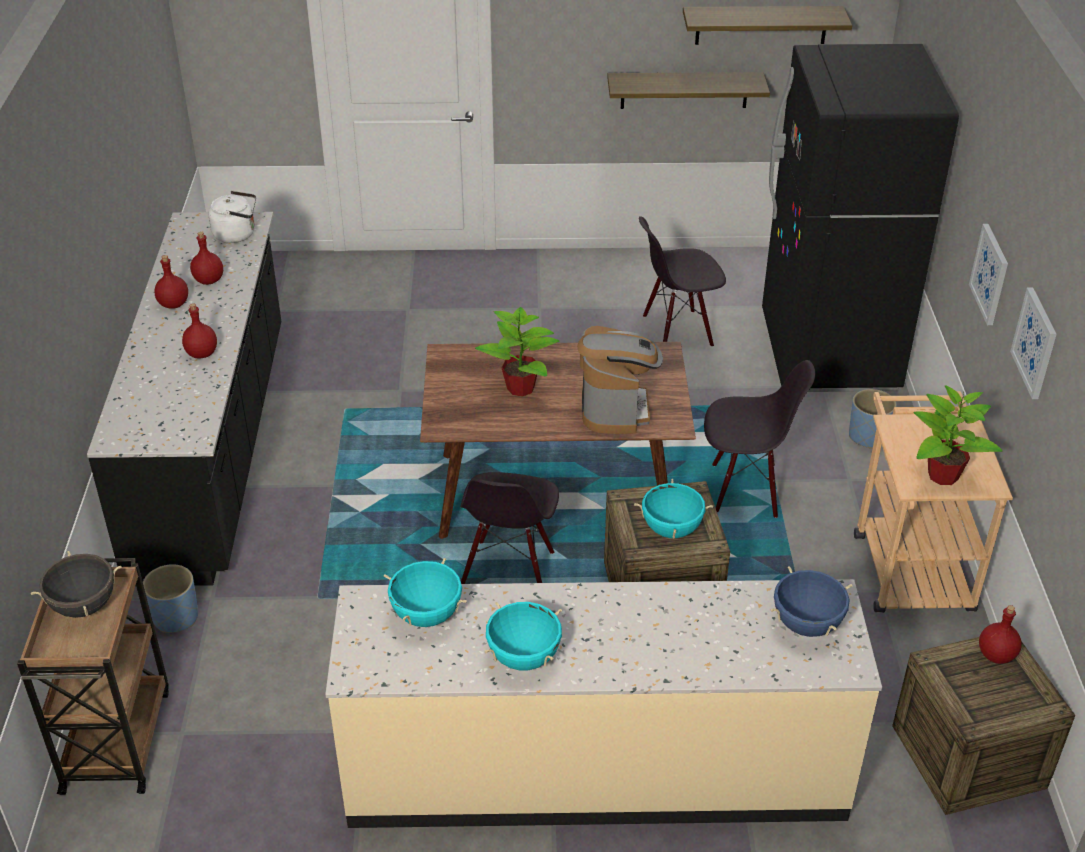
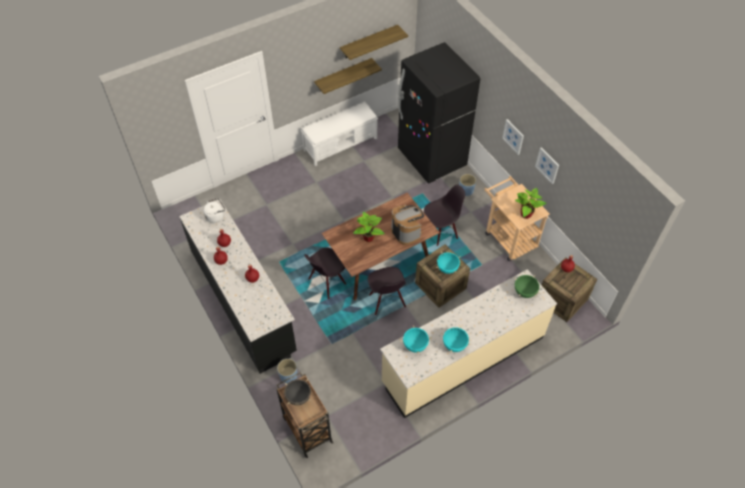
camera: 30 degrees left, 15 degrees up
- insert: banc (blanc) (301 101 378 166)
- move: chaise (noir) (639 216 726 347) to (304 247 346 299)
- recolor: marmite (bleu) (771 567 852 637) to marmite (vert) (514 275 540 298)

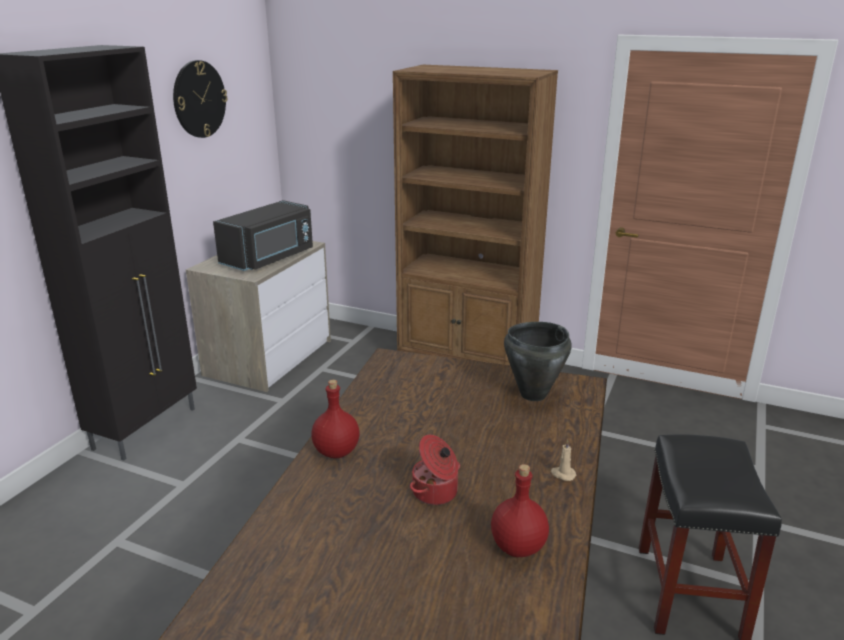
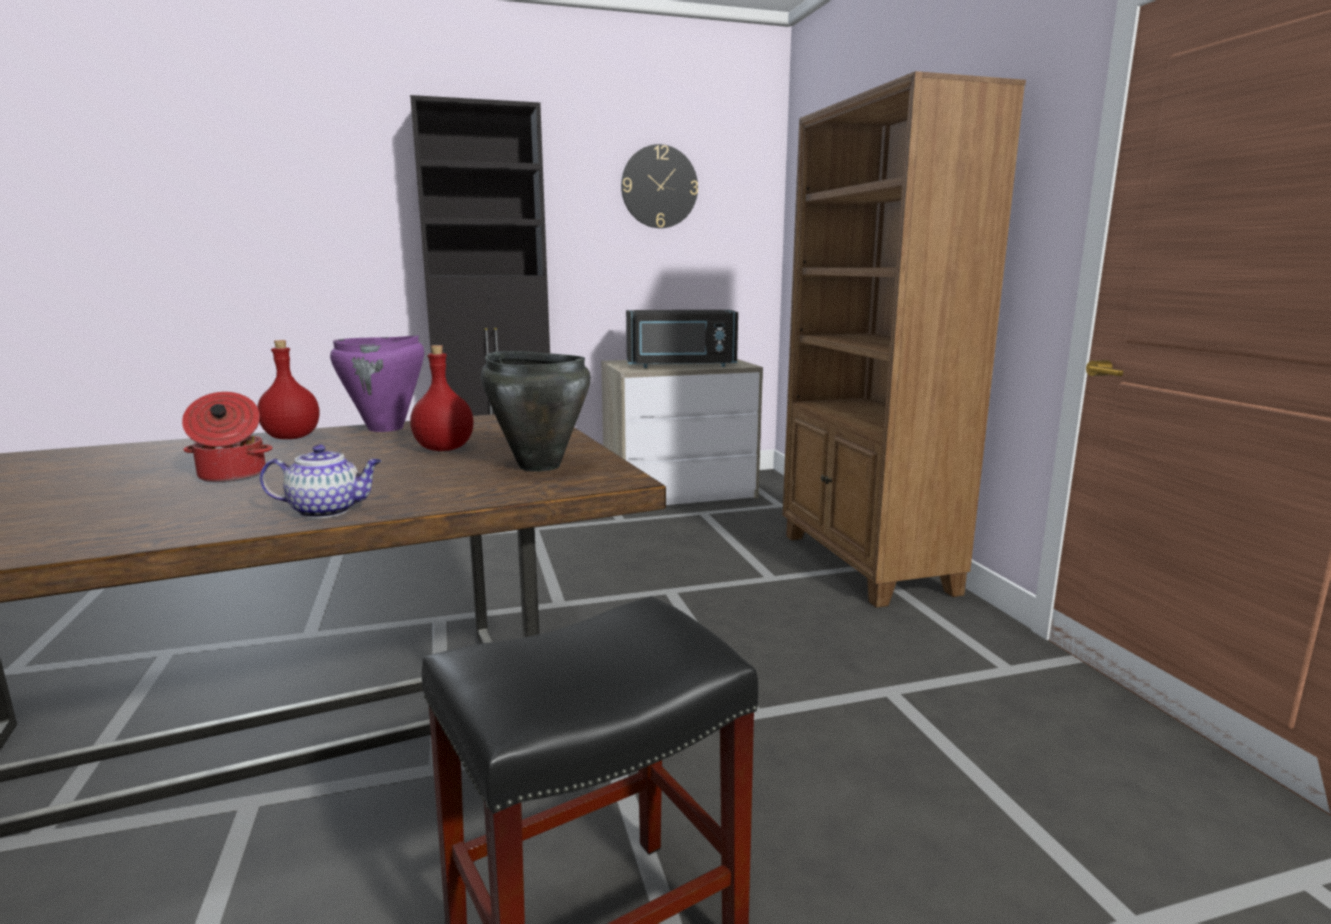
camera: 50 degrees right, 10 degrees down
- replace: bougie (beige) (551 440 577 481) to théière (260 444 381 518)
- insert: marmite (violet) (330 335 424 432)
- move: bouteille (rouge) (491 464 549 557) to (410 345 473 451)

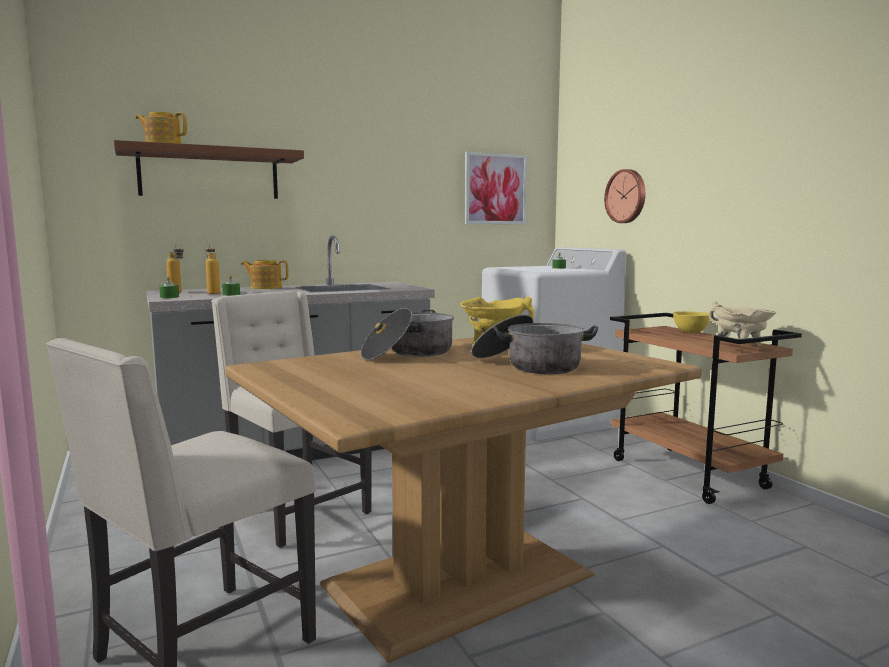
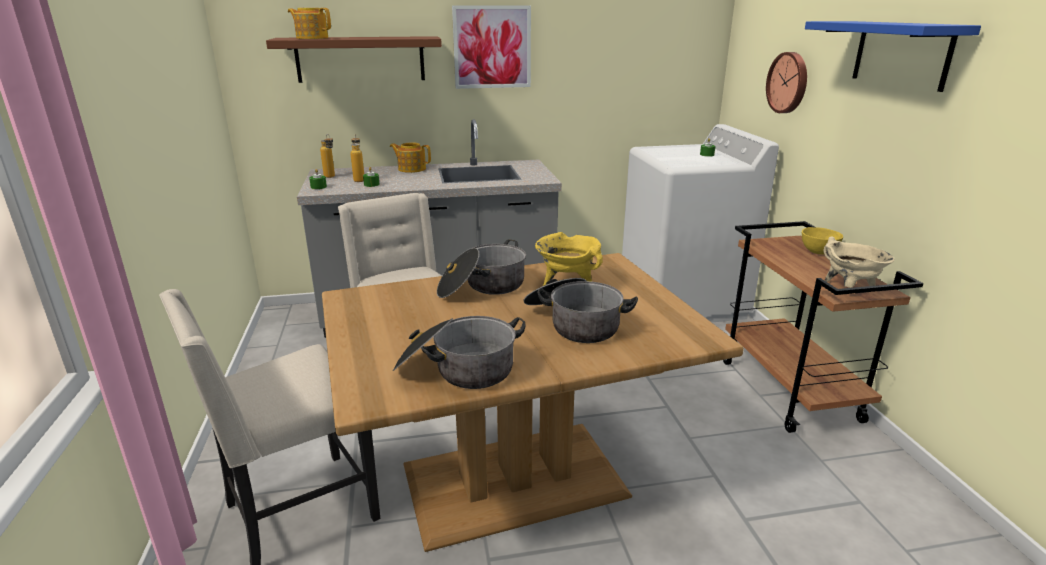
camera: 15 degrees right, 15 degrees up
- insert: marmite (393 316 525 389)
- move: tableau (465 152 527 224) to (452 5 531 89)
- insert: étagère (bleu) (805 21 981 92)

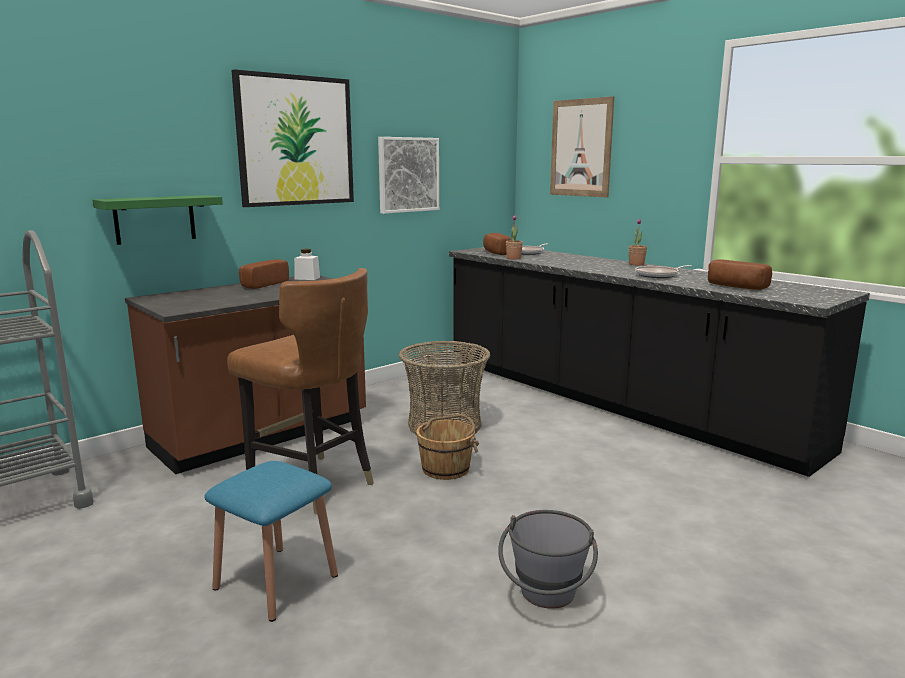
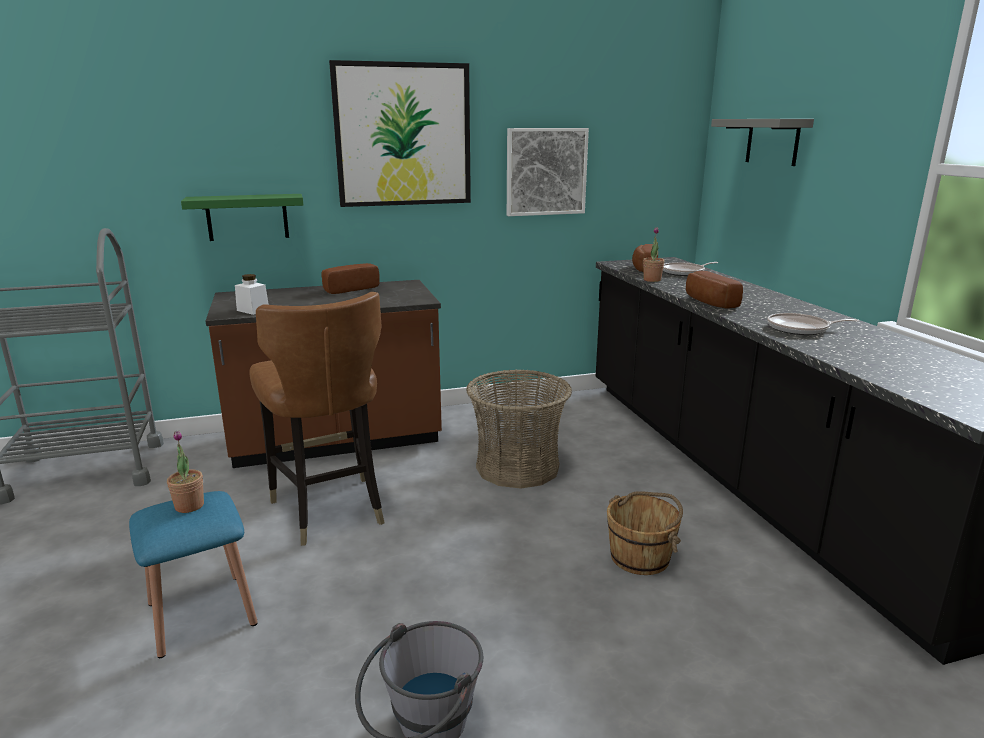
camera: 25 degrees right, 5 degrees up
- move: plante en pot (629 218 647 265) to (167 430 204 513)
- move: bocal (blanc) (294 249 320 280) to (235 274 269 315)
- move: seau (marron) (414 414 479 480) to (607 491 683 575)
- move: pain (708 259 772 290) to (686 271 743 309)
- replace: tableau (550 96 614 198) to étagère (gris) (711 119 814 166)

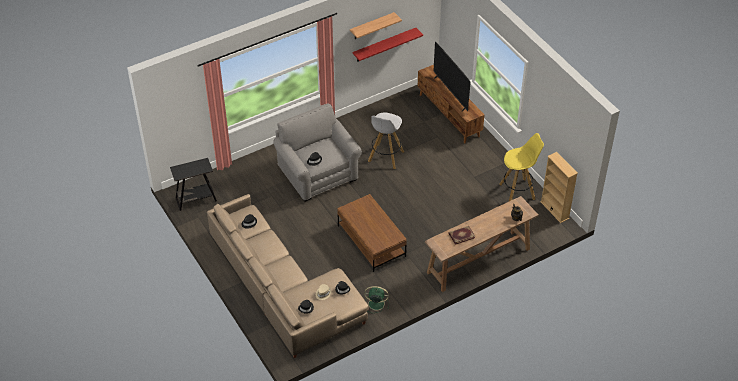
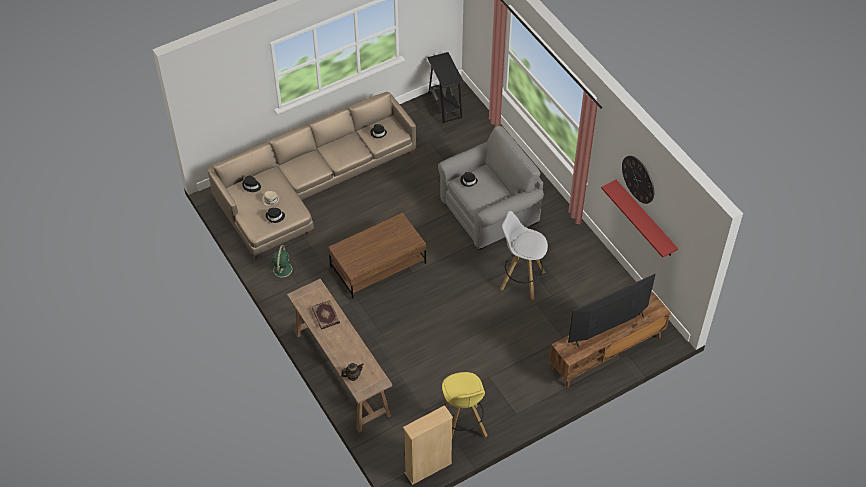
camera: 90 degrees right, 5 degrees up
- replace: étagère (350 12 402 39) to horloge murale (622 156 654 204)

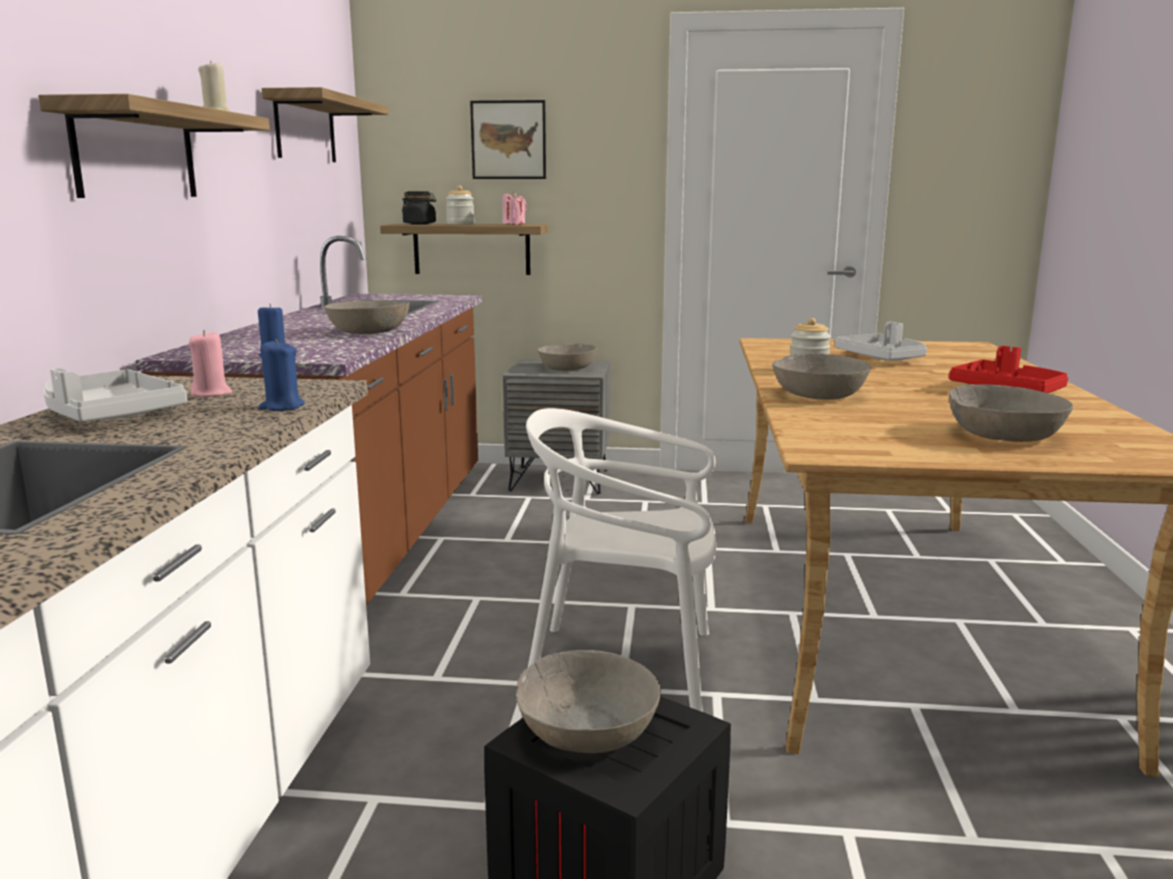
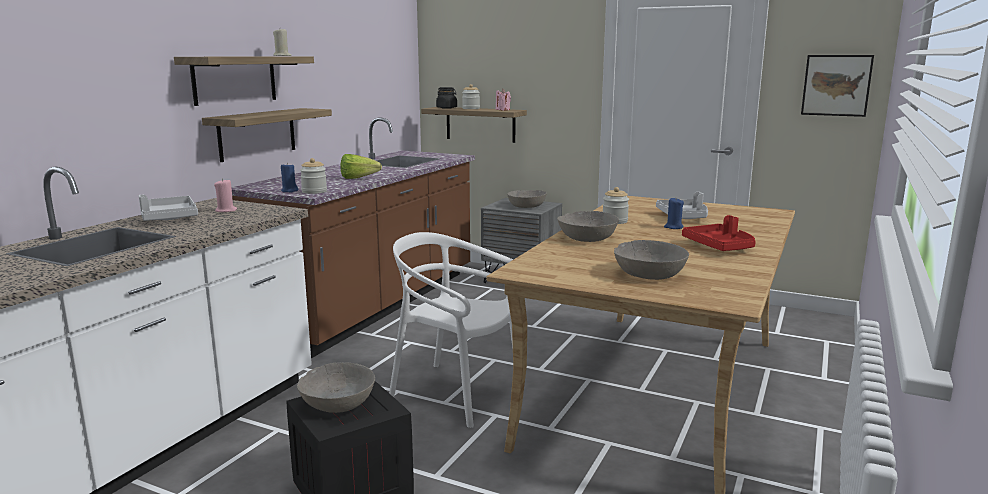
camera: 20 degrees right, 0 degrees up
- move: étagère (262 87 388 162) to (202 108 332 162)
- insert: bocal (300 158 327 194)
- replace: bol (gris) (325 300 409 334) to laitue (341 154 382 179)
- move: bougie (bleu) (258 339 305 411) to (664 198 684 229)
- move: tableau (470 100 546 179) to (801 55 874 117)

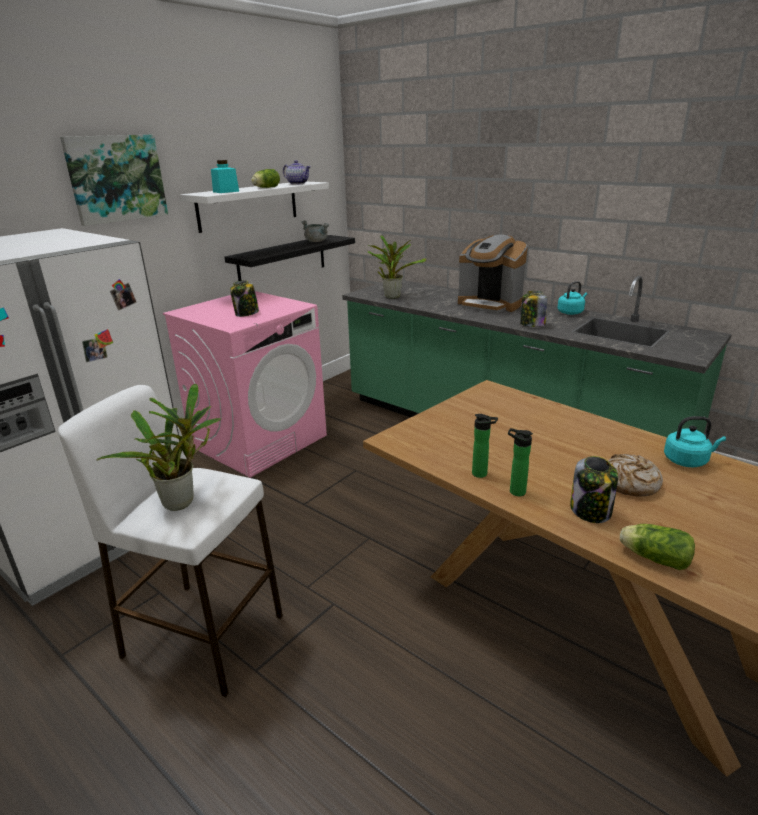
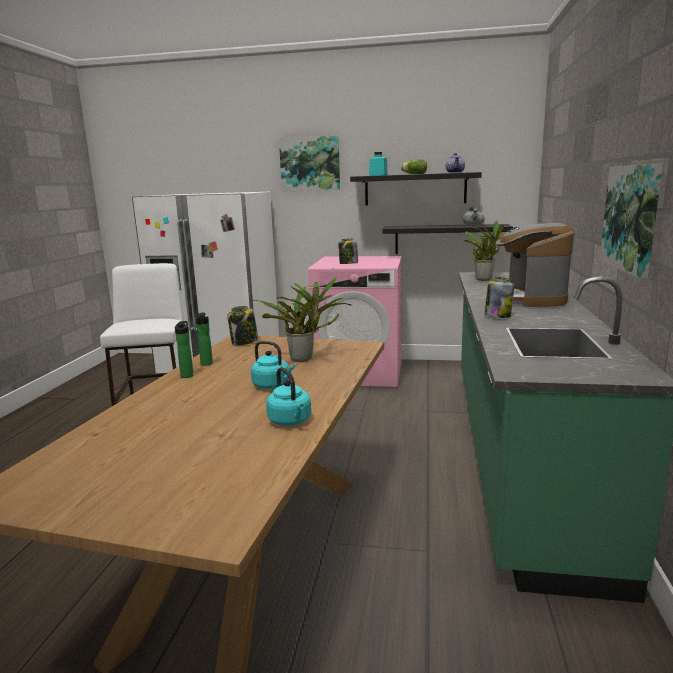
camera: 60 degrees right, 10 degrees down
- move: bocal (570 456 618 523) to (227 306 258 345)
- move: bouilloire (turquoise) (557 281 587 315) to (251 341 295 389)
- move: plante en pot (97 384 221 511) to (253 277 352 362)
- recolor: étagère (blanc) (180 182 329 233) to étagère (noir) (350 172 482 206)
- insert: tableau (600 164 663 278)
- delete: pain (608 454 663 496)
- delete: laitue (620 524 695 570)

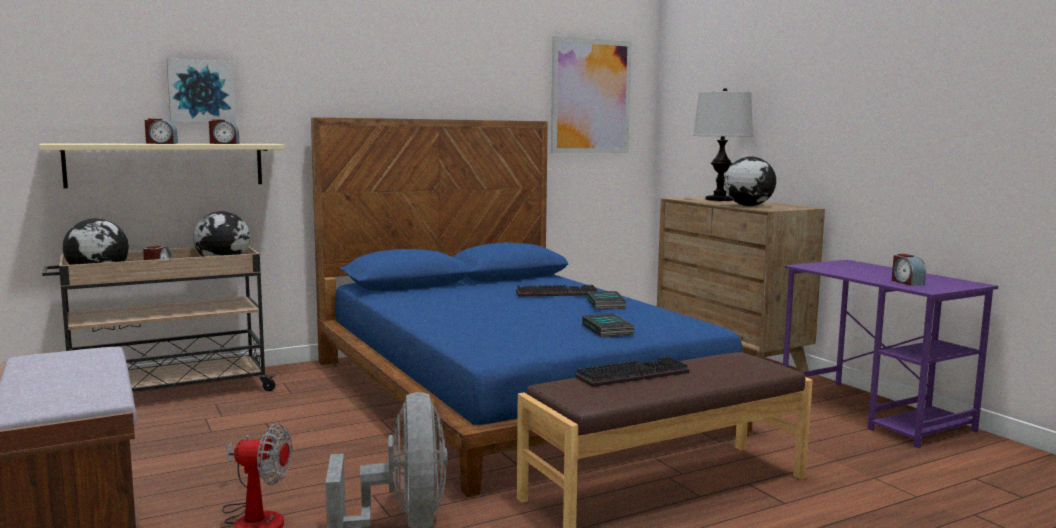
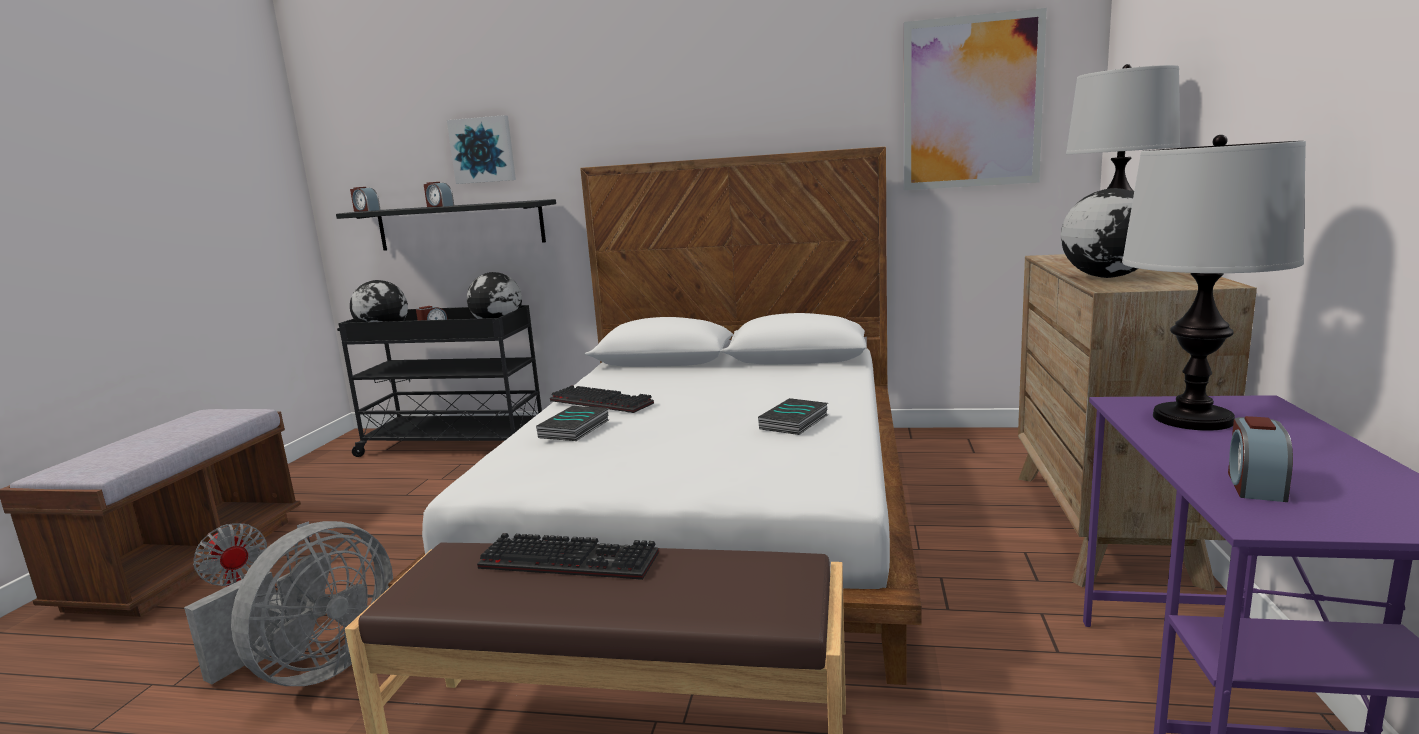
camera: 40 degrees right, 5 degrees up
- recolor: étagère (beige) (39 144 285 188) to étagère (noir) (336 199 556 251)
- recolor: chariot (beige) (42 246 277 392) to chariot (noir) (337 305 542 457)
- move: réveil (209 120 240 144) to (350 187 381 212)
- recolor: lit (bleu) (311 117 752 497) to lit (blanc) (388 147 922 685)
- move: livre (582 314 635 338) to (536 406 609 441)
- move: clavier (516 285 597 297) to (550 385 654 413)
- insert: lampe de table (1122 135 1306 431)

